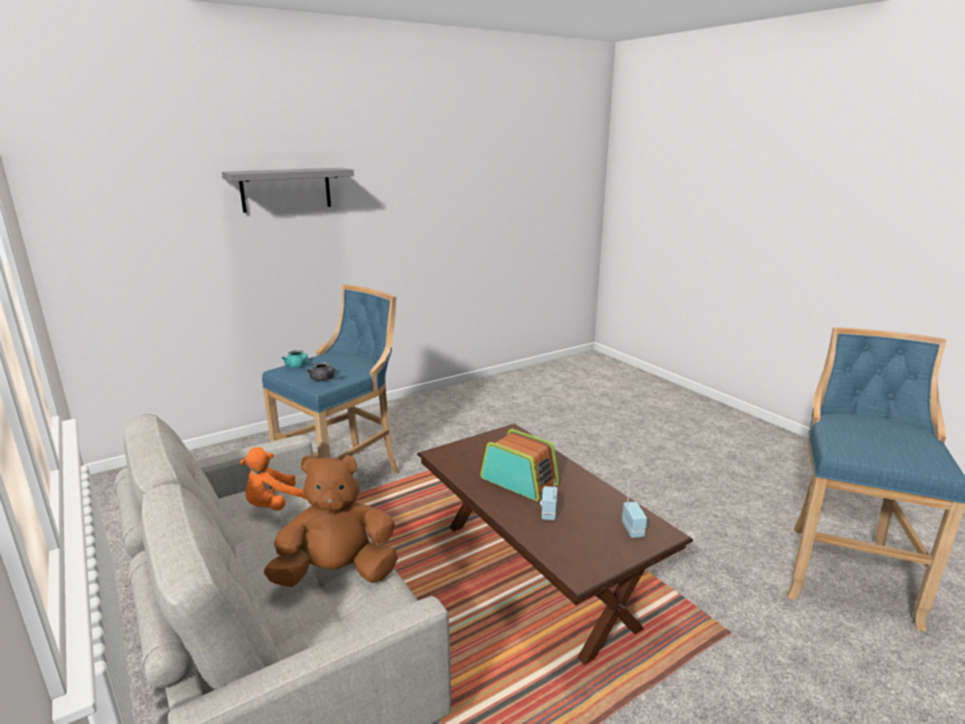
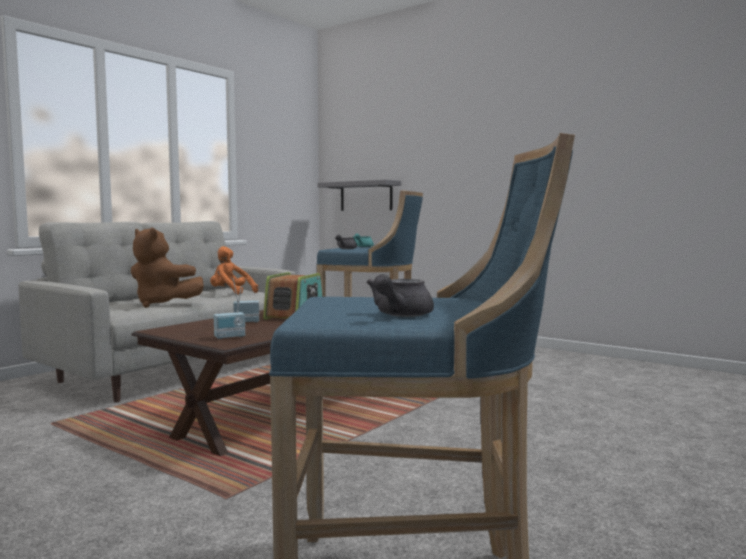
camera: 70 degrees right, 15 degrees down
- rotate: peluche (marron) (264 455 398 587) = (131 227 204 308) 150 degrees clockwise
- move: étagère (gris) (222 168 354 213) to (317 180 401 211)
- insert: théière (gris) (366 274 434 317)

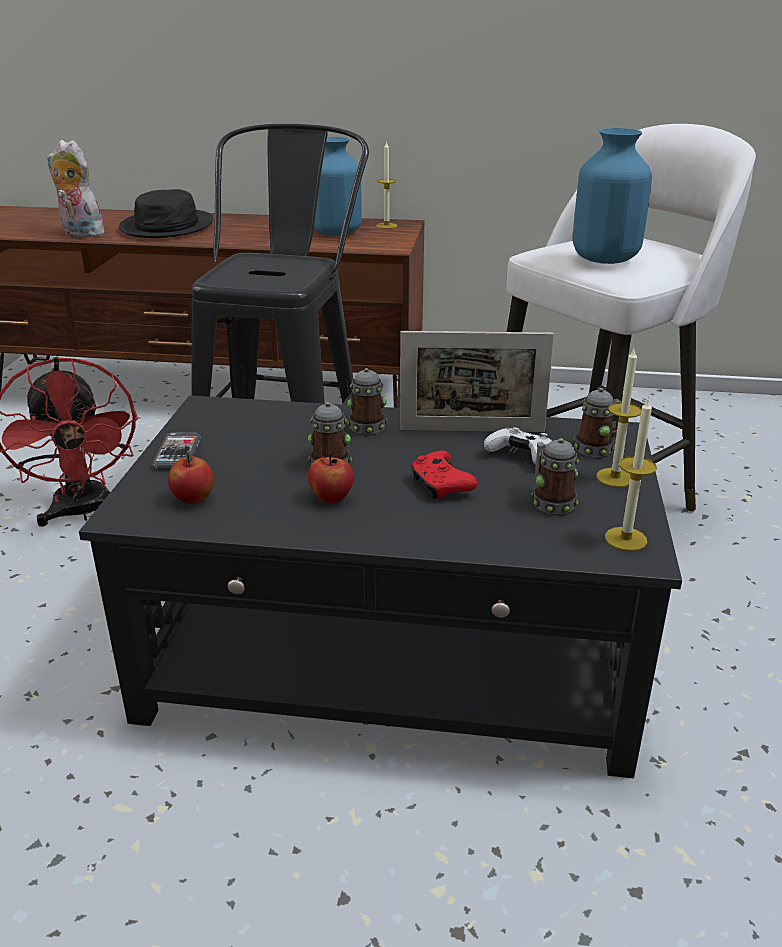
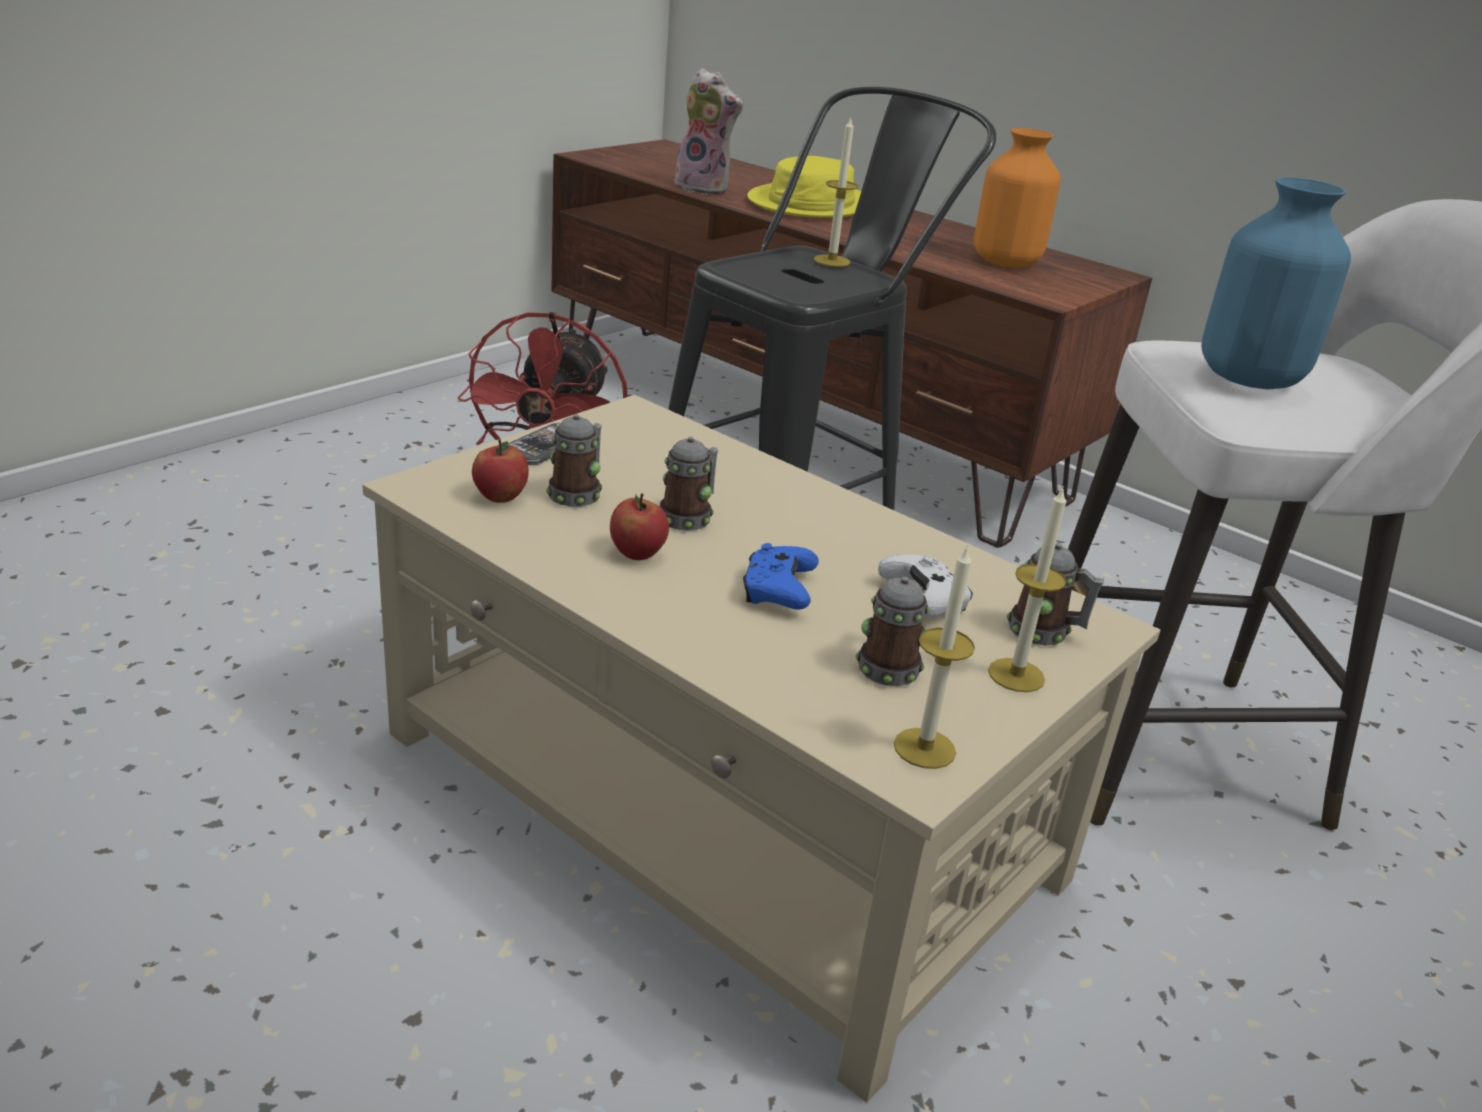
camera: 30 degrees right, 0 degrees up
- recolor: table basse (noir) (79 395 682 778) to table basse (beige) (362 395 1160 1103)
- move: mug (347 368 387 434) to (546 414 602 507)
- rotate: peluche (47 140 104 237) = (668 68 743 195) 150 degrees clockwise
- recolor: manette (rouge) (411 451 478 500) to manette (bleu) (743 543 819 610)
- recolor: chapeau (noir) (119 189 214 238) to chapeau (jaune) (747 156 861 218)
- move: bougie (376 141 397 229) to (814 118 858 267)
- recolor: vase (bleu) (314 137 362 236) to vase (orange) (974 128 1061 268)
- delete: cadre photo (400 331 554 432)

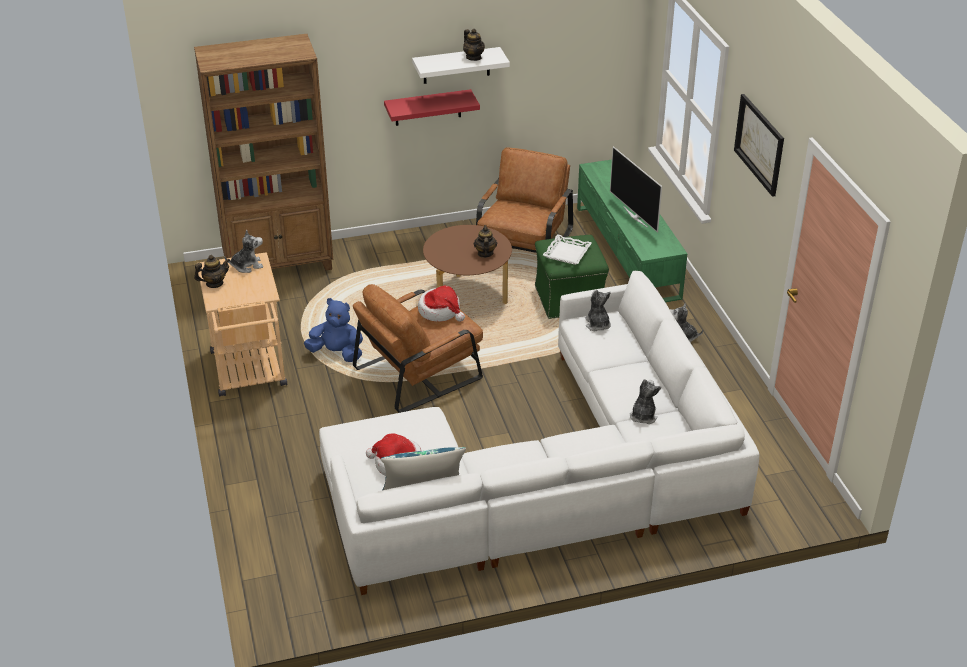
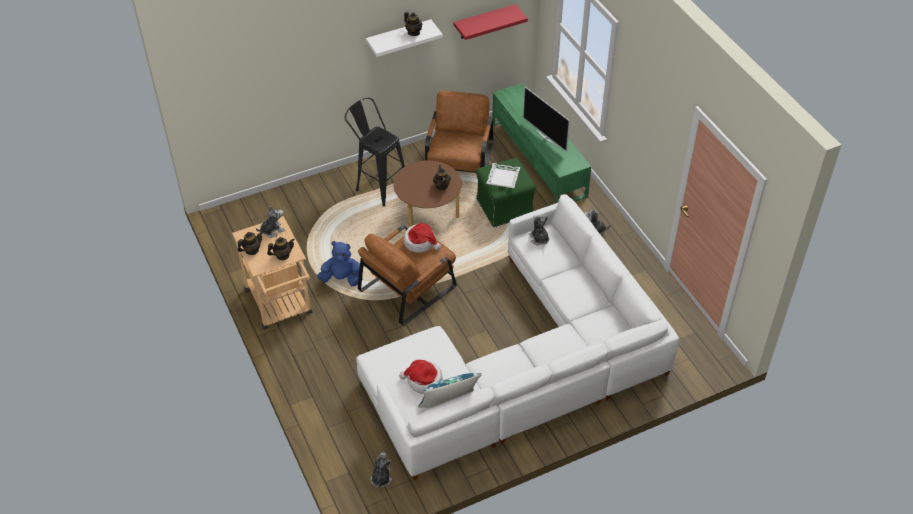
camera: 10 degrees left, 10 degrees up
- insert: théière (267 237 295 260)
- insert: tabouret (noir) (345 97 405 206)
- move: peluche (630 379 661 424) to (371 452 392 489)
- move: étagère (rouge) (384 89 480 126) to (454 4 528 40)
- delete: bibliothèque (marron) (194 34 333 270)
- delete: tableau (734 94 784 197)

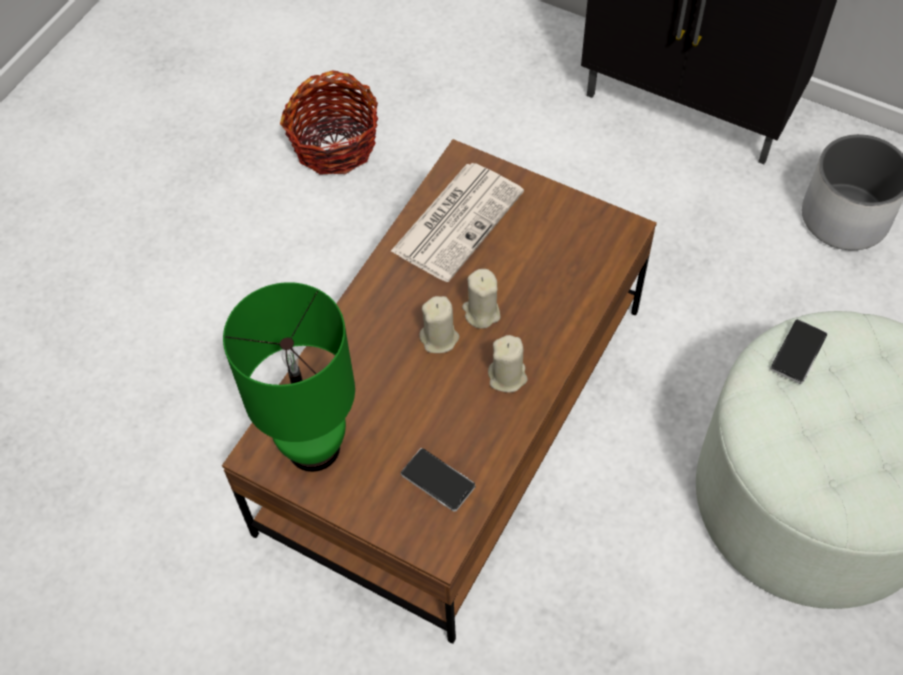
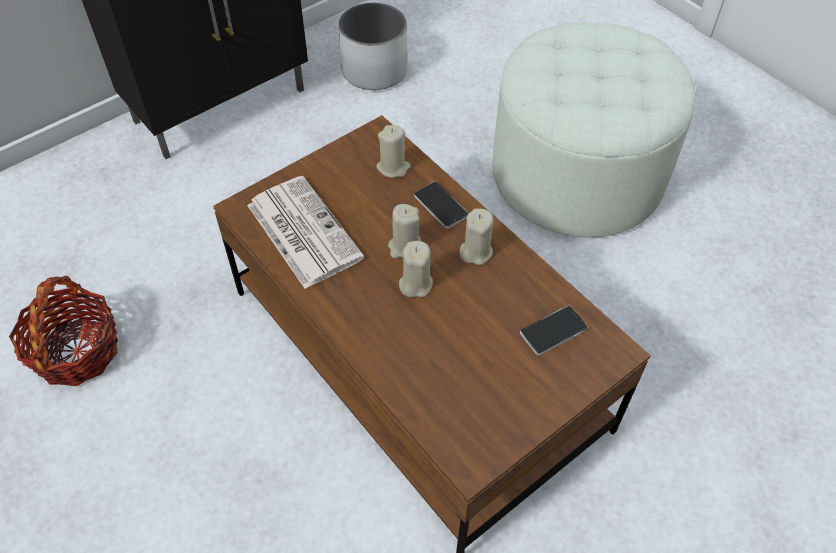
camera: 70 degrees left, 5 degrees down
- insert: bougie (beige) (376 125 411 178)
- move: téléphone (770 319 827 384) to (414 181 469 229)
- delete: lampe de table (vert) (223 282 355 472)

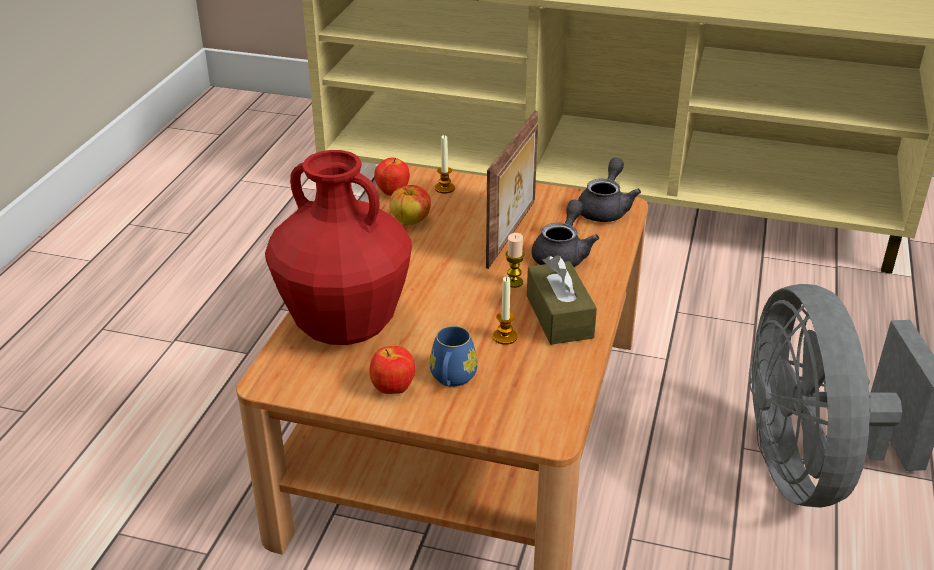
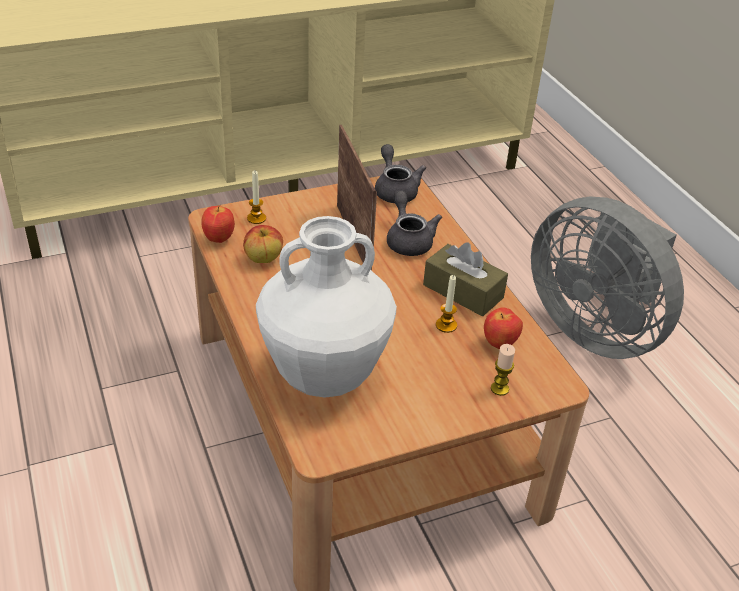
camera: 40 degrees left, 5 degrees up
- recolor: vase (rouge) (265 150 412 345) to vase (blanc) (256 216 397 398)
- move: pomme (369 346 415 394) to (484 307 523 349)
- move: bougie (505 233 524 288) to (491 344 515 396)
- delete: mug (bleu) (429 326 478 387)

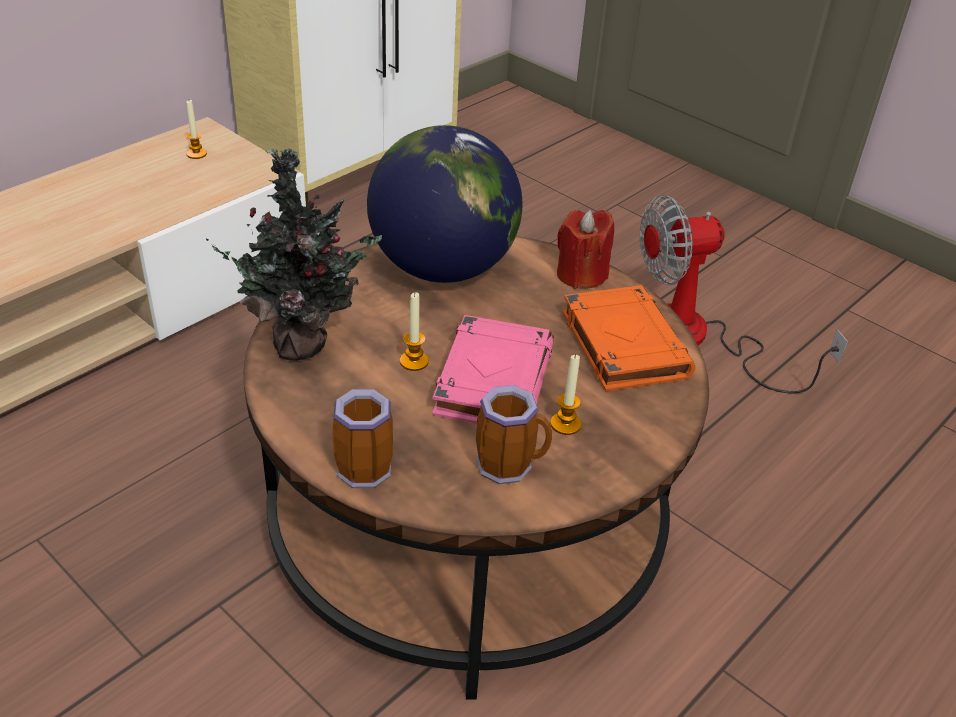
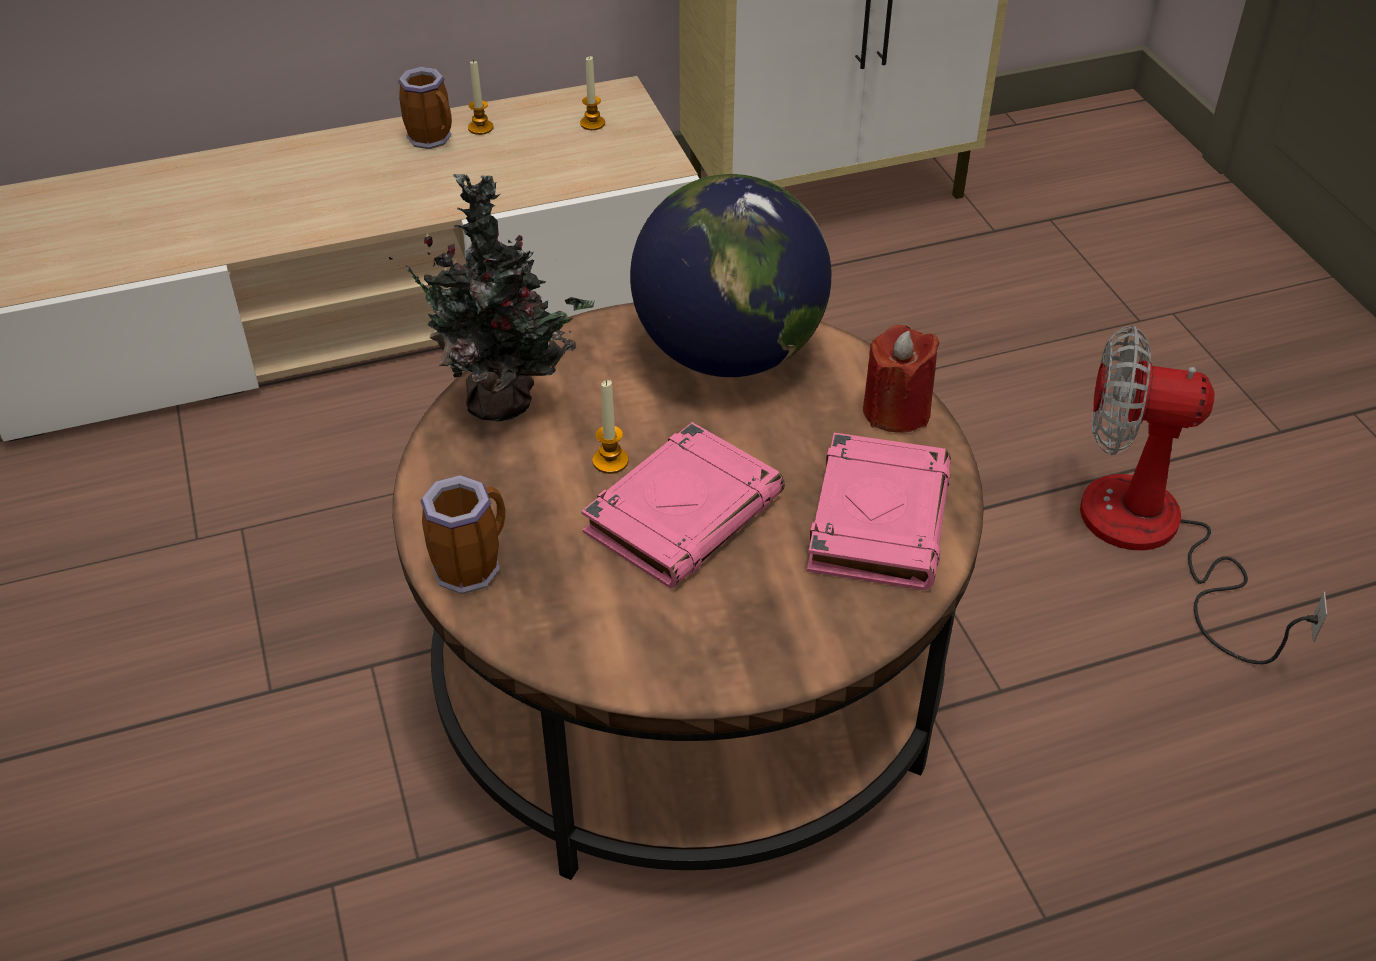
camera: 30 degrees right, 5 degrees up
- move: mug (476 385 552 484) to (398 67 452 149)
- move: bougie (550 354 581 435) to (468 60 493 135)
- recolor: livre (orange) (562 285 696 391) to livre (rose) (807 433 951 590)

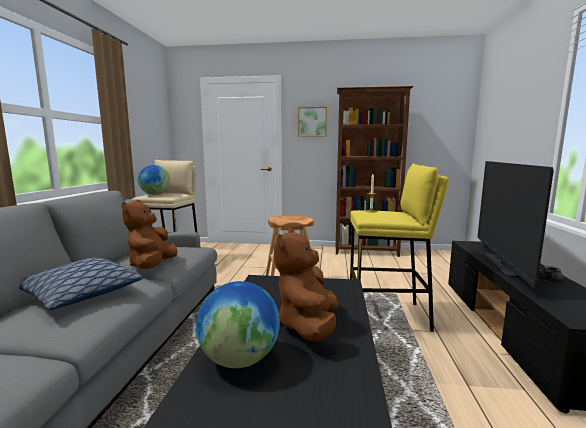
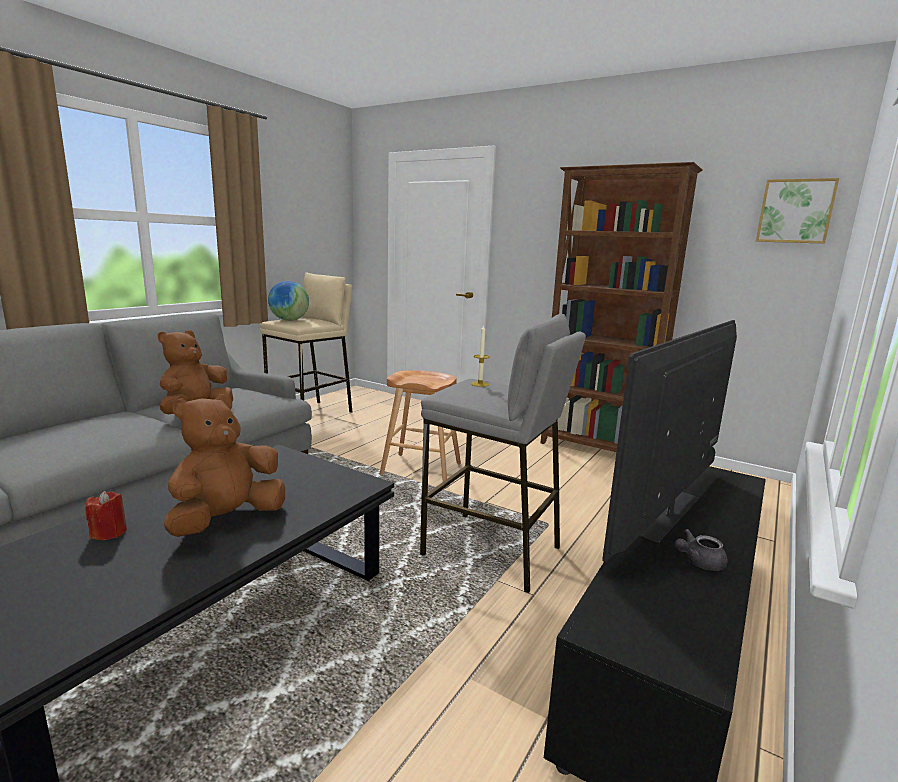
camera: 25 degrees right, 5 degrees up
- replace: globe (196 281 280 368) to bougie (rouge) (85 491 127 540)
- recolor: tabouret (jaune) (350 163 449 332) to tabouret (gris) (420 314 586 593)
- move: tableau (298 107 327 137) to (756 178 839 244)
- delete: coussin (19 257 143 310)

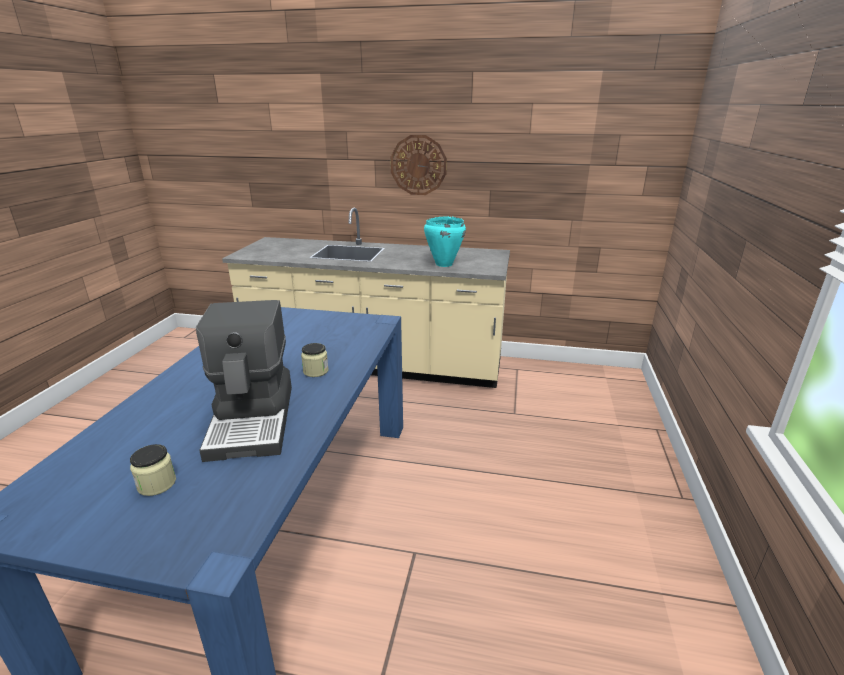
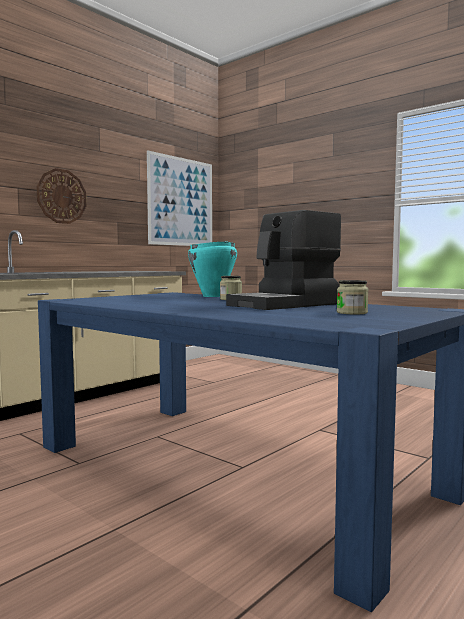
camera: 60 degrees left, 20 degrees down
- insert: tableau (147 150 212 246)
- move: marmite (turquoise) (424 216 466 267) to (188 241 237 297)
- rotate: machine à café (196 300 292 462) = (226 210 341 310) 120 degrees clockwise

